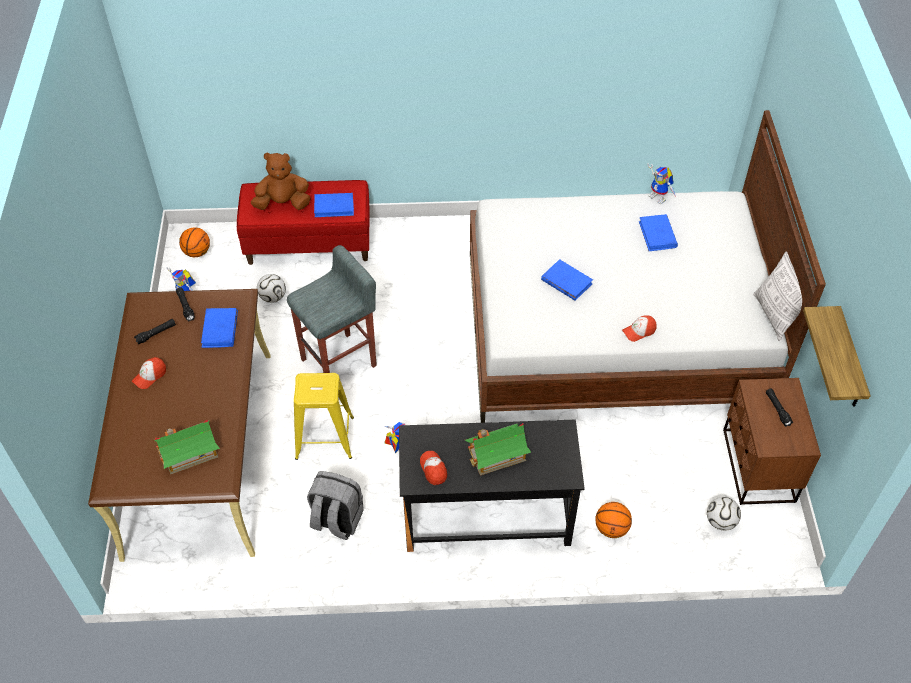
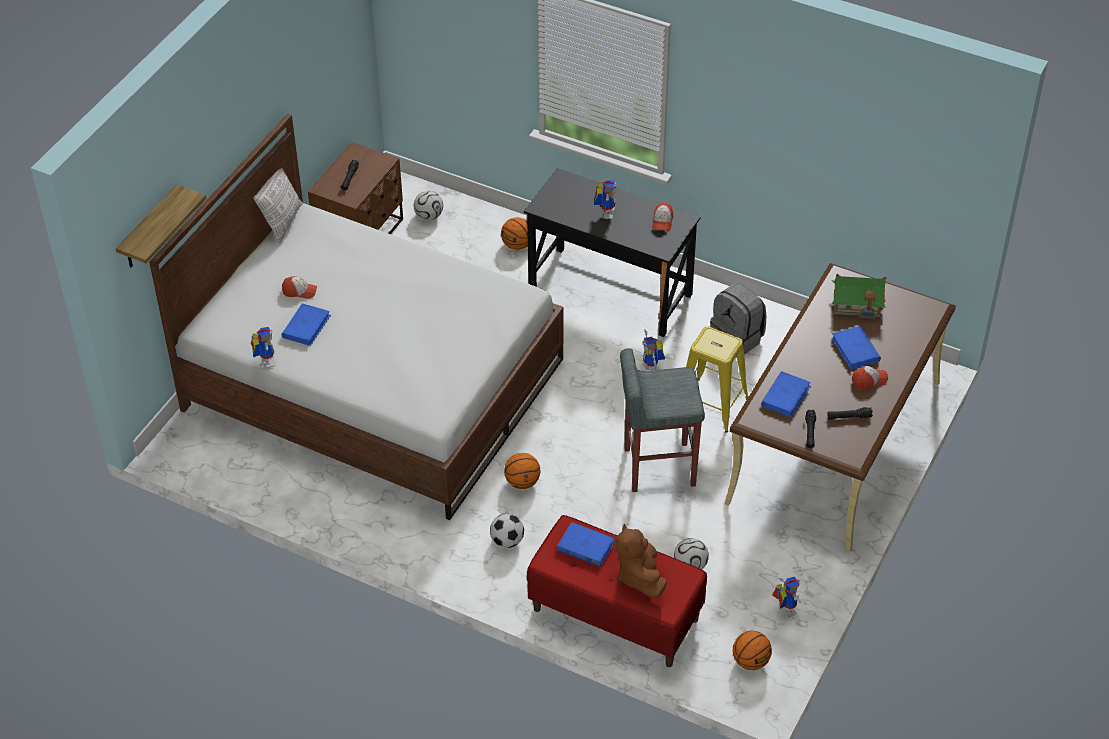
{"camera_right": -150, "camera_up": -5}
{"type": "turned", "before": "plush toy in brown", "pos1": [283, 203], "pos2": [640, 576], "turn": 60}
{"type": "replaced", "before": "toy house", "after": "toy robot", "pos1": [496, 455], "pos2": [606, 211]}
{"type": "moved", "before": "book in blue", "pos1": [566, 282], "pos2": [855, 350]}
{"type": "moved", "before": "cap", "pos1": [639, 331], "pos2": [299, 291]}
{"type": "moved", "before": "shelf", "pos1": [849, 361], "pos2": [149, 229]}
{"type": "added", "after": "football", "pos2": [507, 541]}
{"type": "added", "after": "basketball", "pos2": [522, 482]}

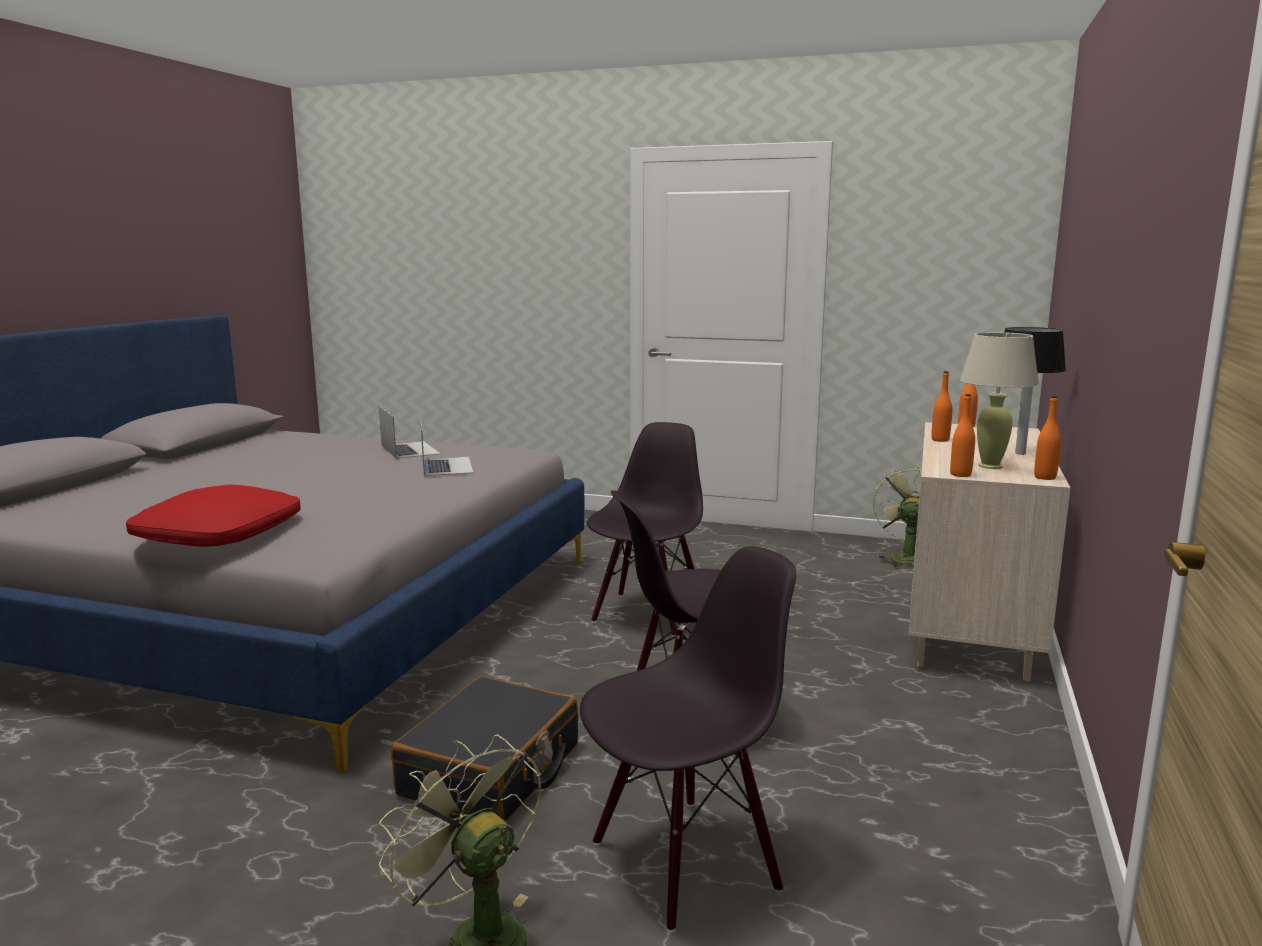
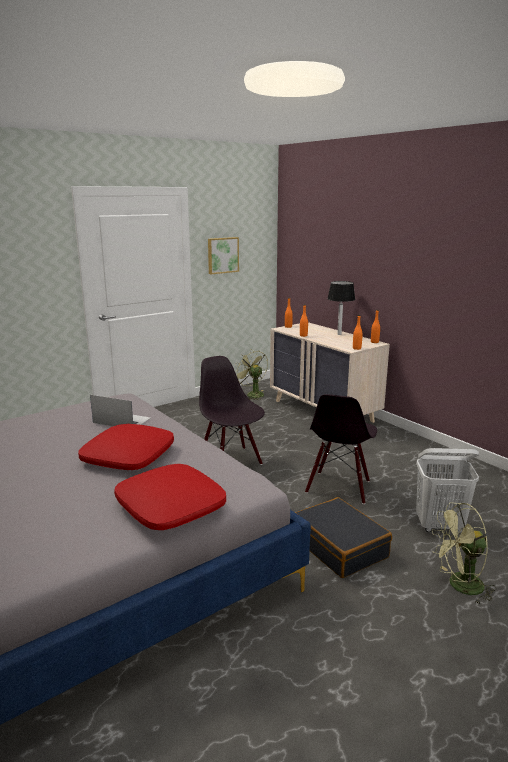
{"camera_right": -55, "camera_up": 5}
{"type": "removed", "before": "laptop", "pos1": [410, 449]}
{"type": "replaced", "before": "chair in black", "after": "laundry basket in white", "pos1": [684, 862], "pos2": [440, 526]}
{"type": "removed", "before": "table lamp in beige", "pos1": [990, 466]}
{"type": "added", "after": "pillow in red", "pos2": [128, 456]}
{"type": "added", "after": "picture", "pos2": [222, 255]}

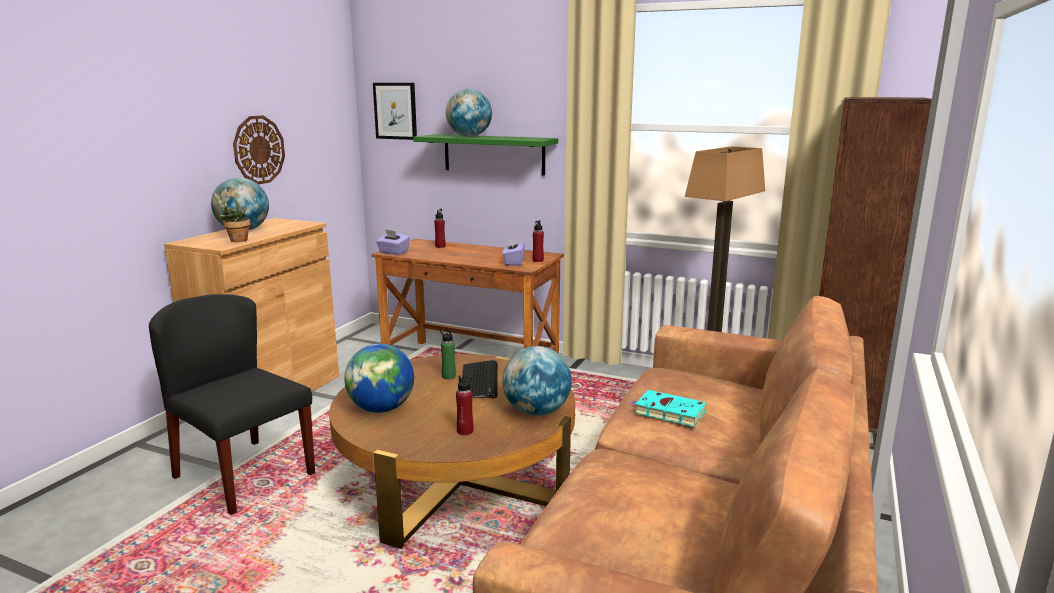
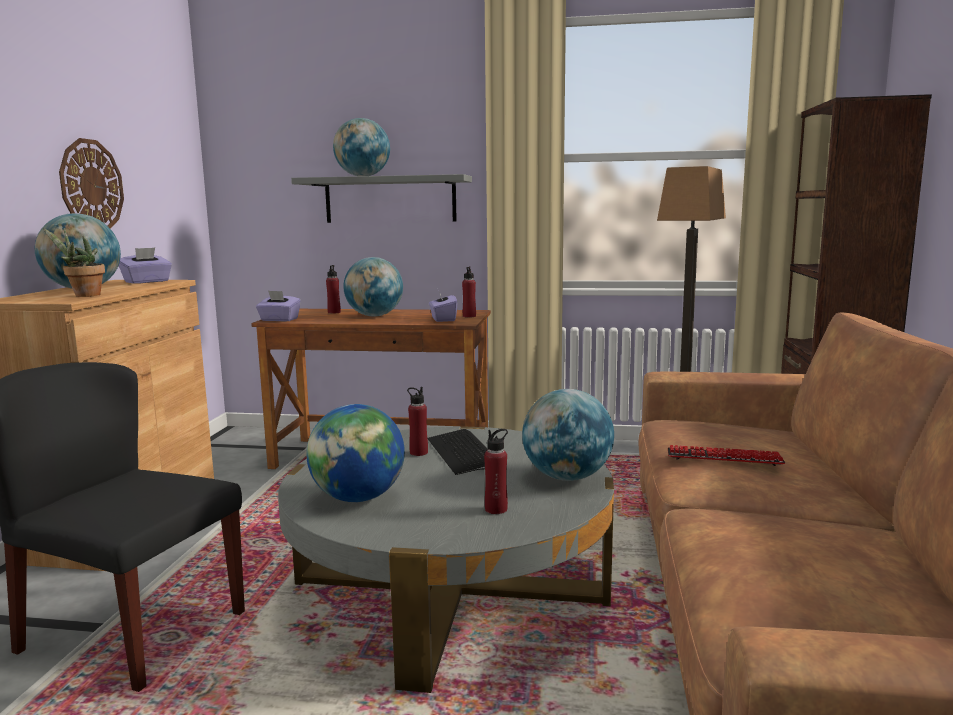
{"camera_right": -15, "camera_up": -5}
{"type": "recoloured", "before": "coffee table in brown", "after": "coffee table in grey", "pos1": [456, 479], "pos2": [450, 589]}
{"type": "removed", "before": "picture", "pos1": [395, 111]}
{"type": "recoloured", "before": "shelf in green", "after": "shelf in grey", "pos1": [493, 154], "pos2": [390, 200]}
{"type": "recoloured", "before": "bottle in green", "after": "bottle in red", "pos1": [448, 376], "pos2": [418, 452]}
{"type": "replaced", "before": "book in turquoise", "after": "keyboard", "pos1": [667, 412], "pos2": [724, 458]}
{"type": "added", "after": "tissue box in purple", "pos2": [147, 282]}
{"type": "added", "after": "globe", "pos2": [374, 316]}

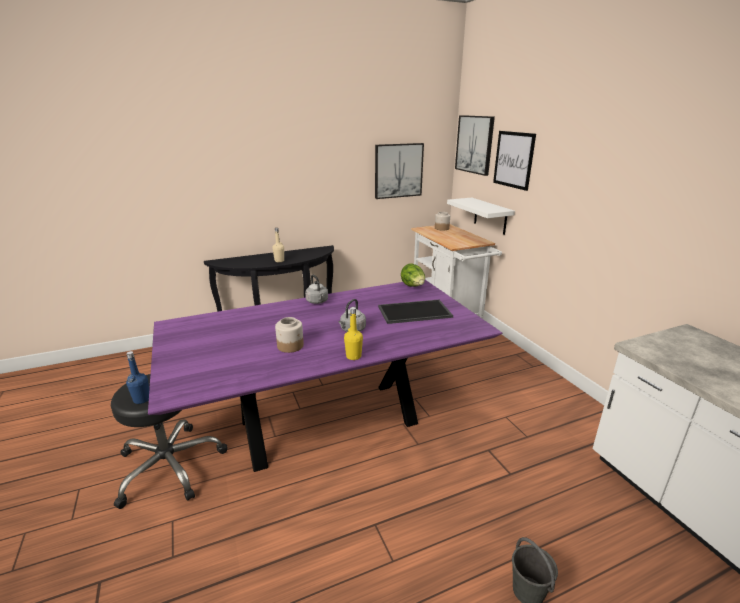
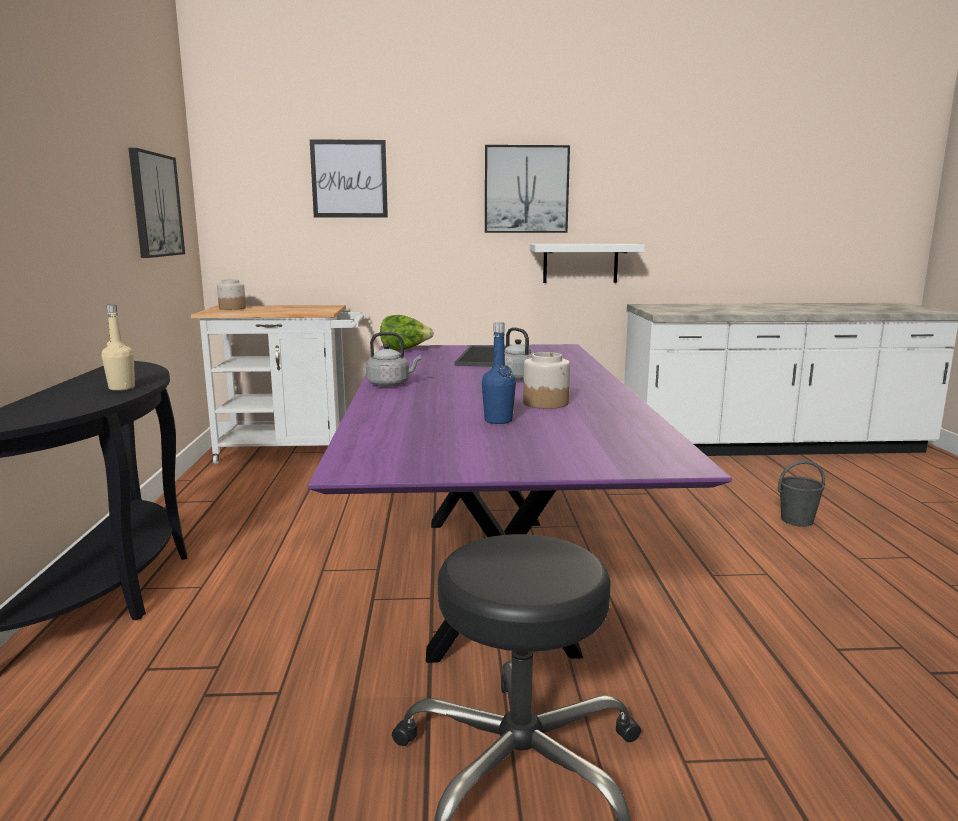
{"camera_right": -70, "camera_up": -10}
{"type": "moved", "before": "bottle in blue", "pos1": [142, 399], "pos2": [498, 420]}
{"type": "removed", "before": "bottle in yellow", "pos1": [353, 356]}
{"type": "moved", "before": "shelf in white", "pos1": [490, 216], "pos2": [580, 263]}
{"type": "moved", "before": "picture", "pos1": [474, 144], "pos2": [526, 189]}

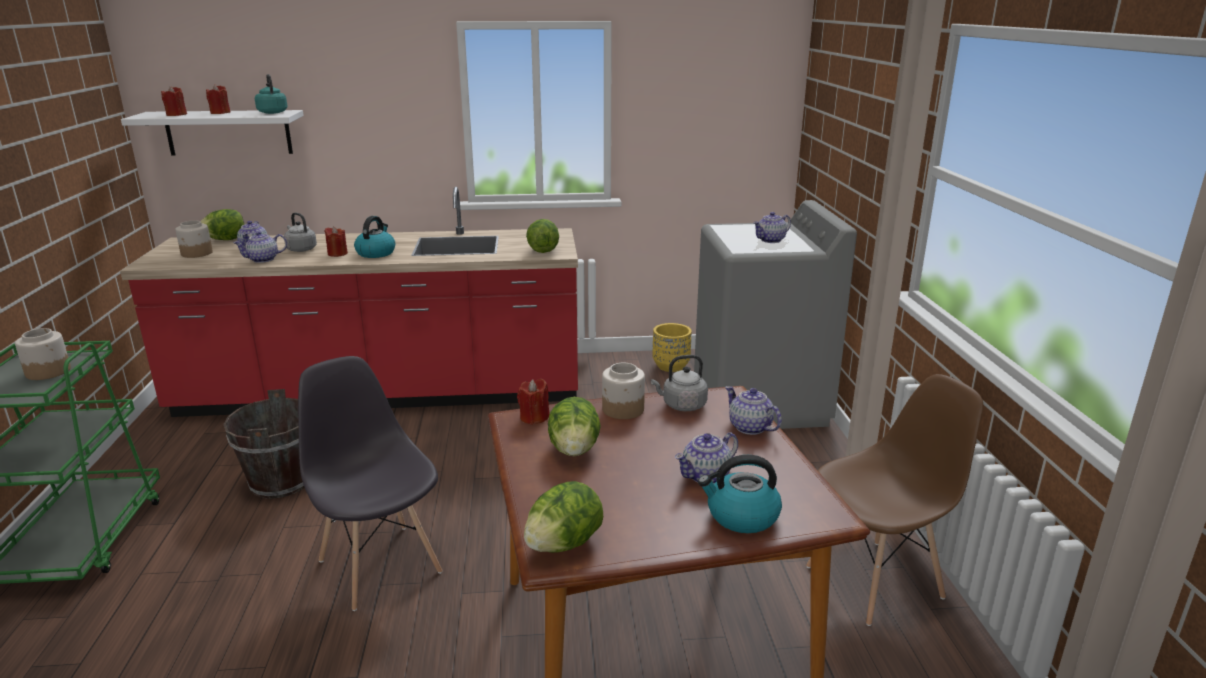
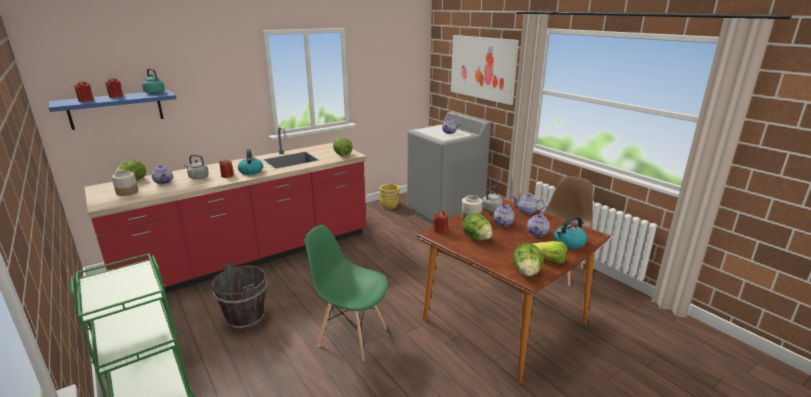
{"camera_right": -30, "camera_up": 0}
{"type": "removed", "before": "jar", "pos1": [48, 371]}
{"type": "recoloured", "before": "shelf in white", "after": "shelf in blue", "pos1": [228, 132], "pos2": [116, 109]}
{"type": "moved", "before": "teapot", "pos1": [263, 259], "pos2": [503, 223]}
{"type": "recoloured", "before": "chair in grey", "after": "chair in green", "pos1": [380, 565], "pos2": [351, 336]}
{"type": "added", "after": "picture", "pos2": [482, 68]}
{"type": "added", "after": "lettuce", "pos2": [545, 260]}

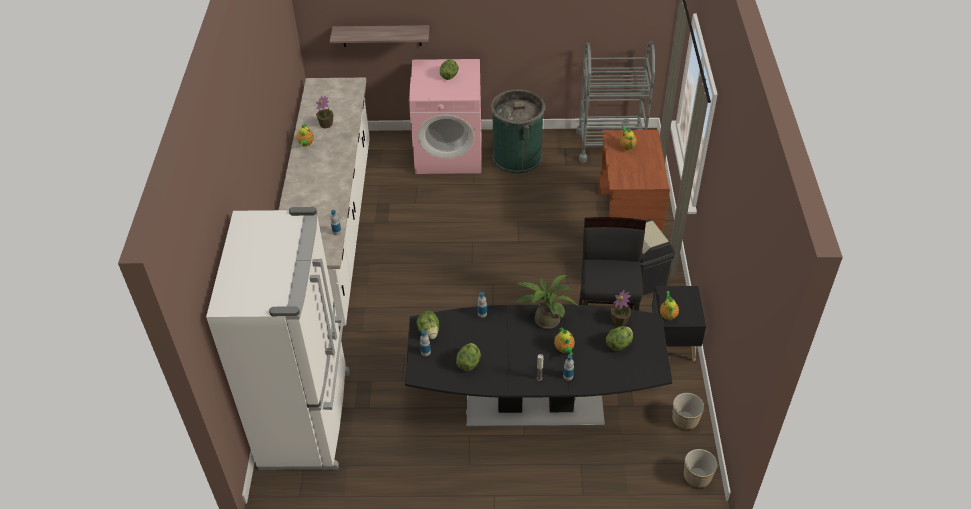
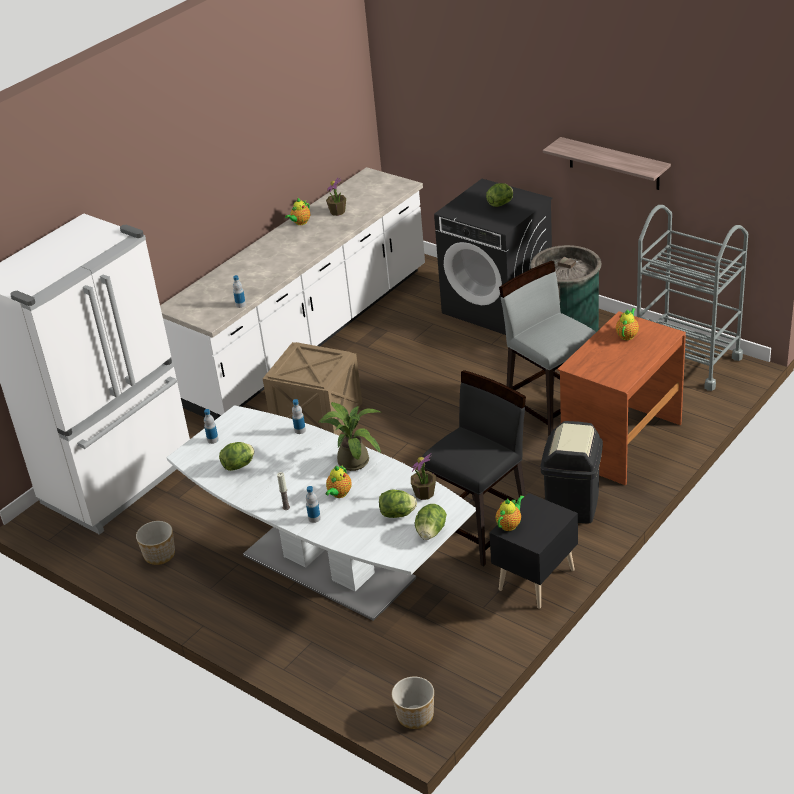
{"camera_right": 40, "camera_up": -10}
{"type": "moved", "before": "shelf", "pos1": [381, 35], "pos2": [614, 164]}
{"type": "recoloured", "before": "dining table in black", "after": "dining table in white", "pos1": [535, 403], "pos2": [328, 567]}
{"type": "recoloured", "before": "washing machine in pink", "after": "washing machine in black", "pos1": [449, 153], "pos2": [498, 306]}
{"type": "moved", "before": "lettuce", "pos1": [429, 332], "pos2": [431, 533]}
{"type": "moved", "before": "planter", "pos1": [684, 419], "pos2": [159, 555]}
{"type": "added", "after": "crate", "pos2": [316, 417]}
{"type": "added", "after": "stool in grey", "pos2": [550, 410]}

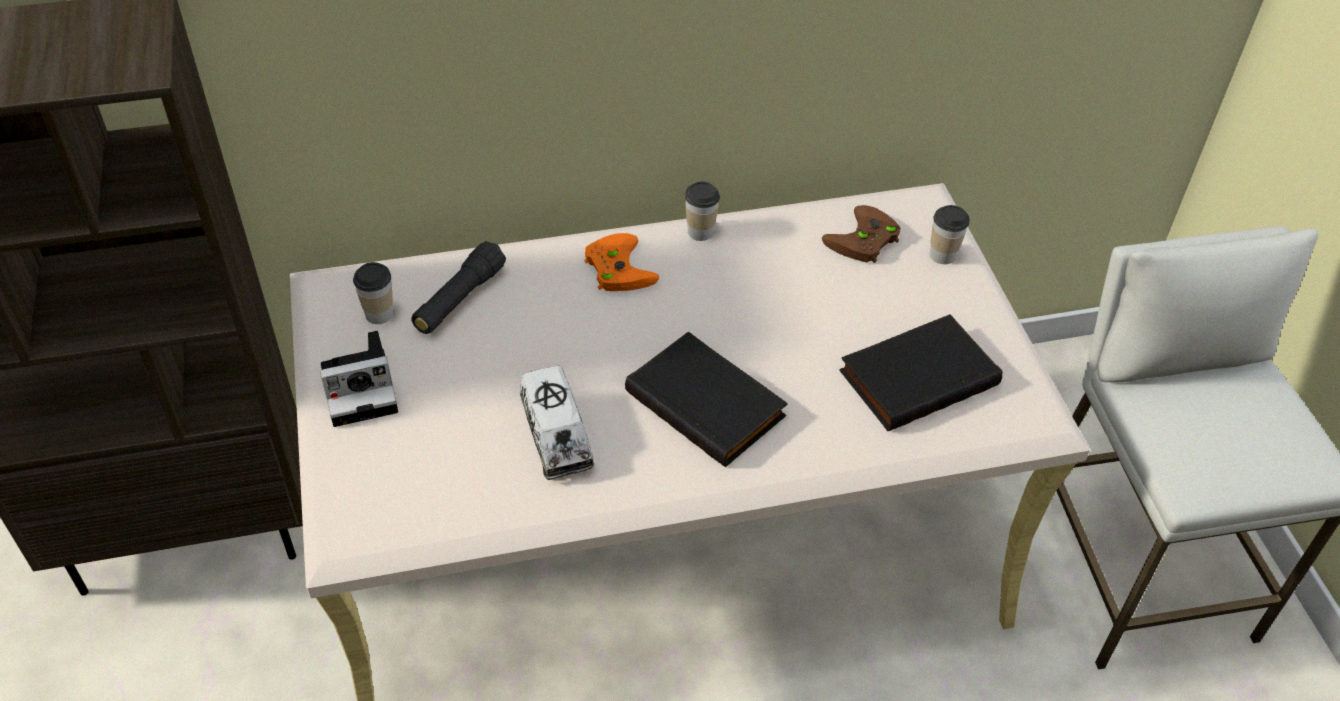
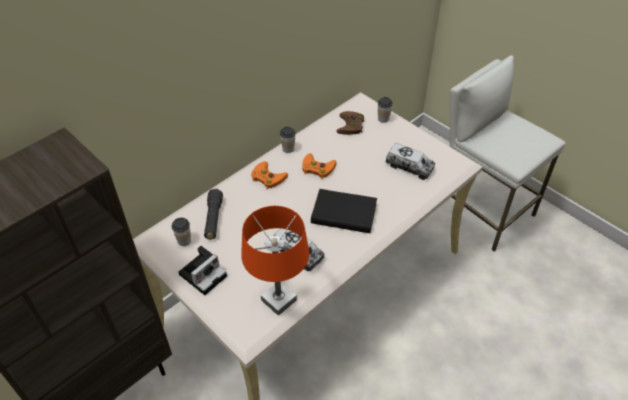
{"camera_right": -30, "camera_up": 0}
{"type": "replaced", "before": "book in black", "after": "toy truck", "pos1": [917, 376], "pos2": [409, 167]}
{"type": "added", "after": "table lamp in orange", "pos2": [279, 300]}
{"type": "added", "after": "game controller in orange", "pos2": [316, 168]}

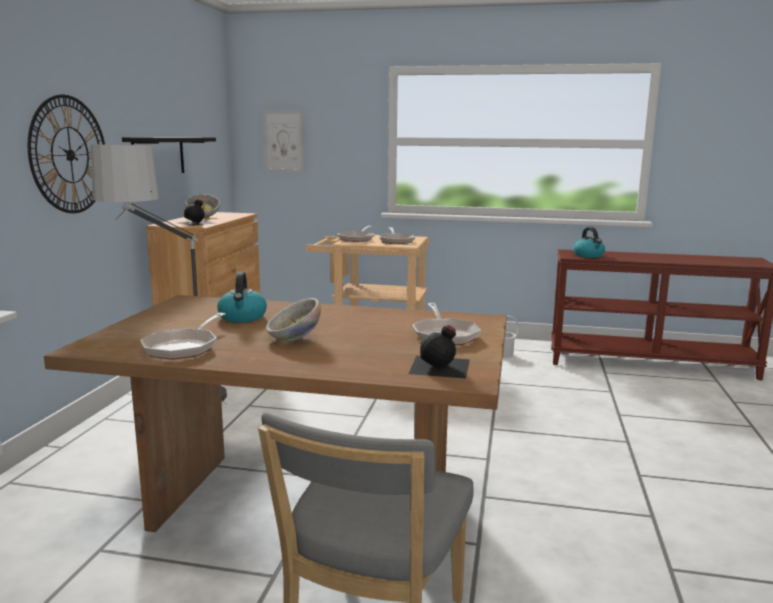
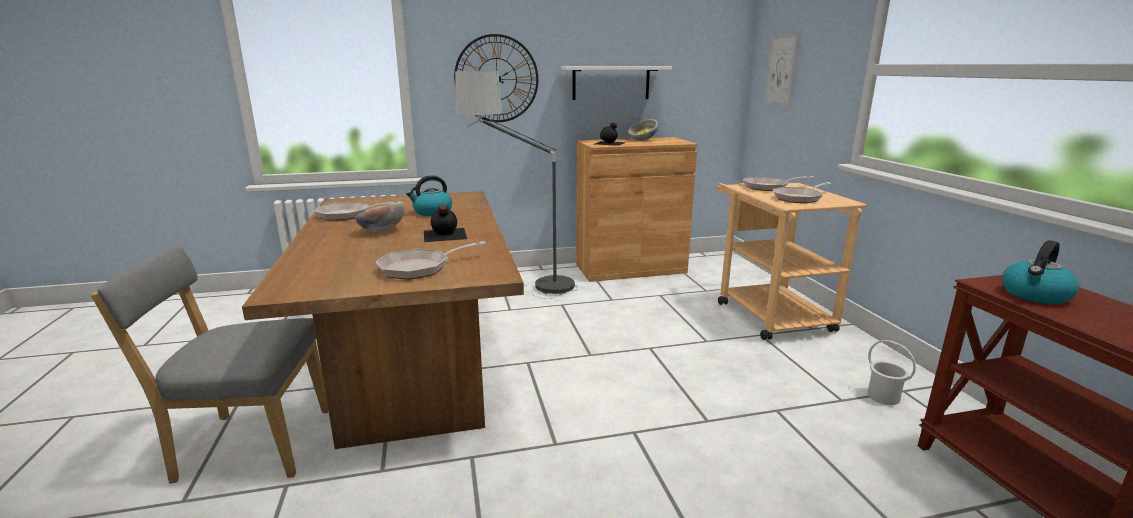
{"camera_right": 65, "camera_up": 5}
{"type": "recoloured", "before": "shelf in black", "after": "shelf in white", "pos1": [158, 156], "pos2": [611, 82]}
{"type": "moved", "before": "bottle in black", "pos1": [440, 367], "pos2": [444, 235]}

